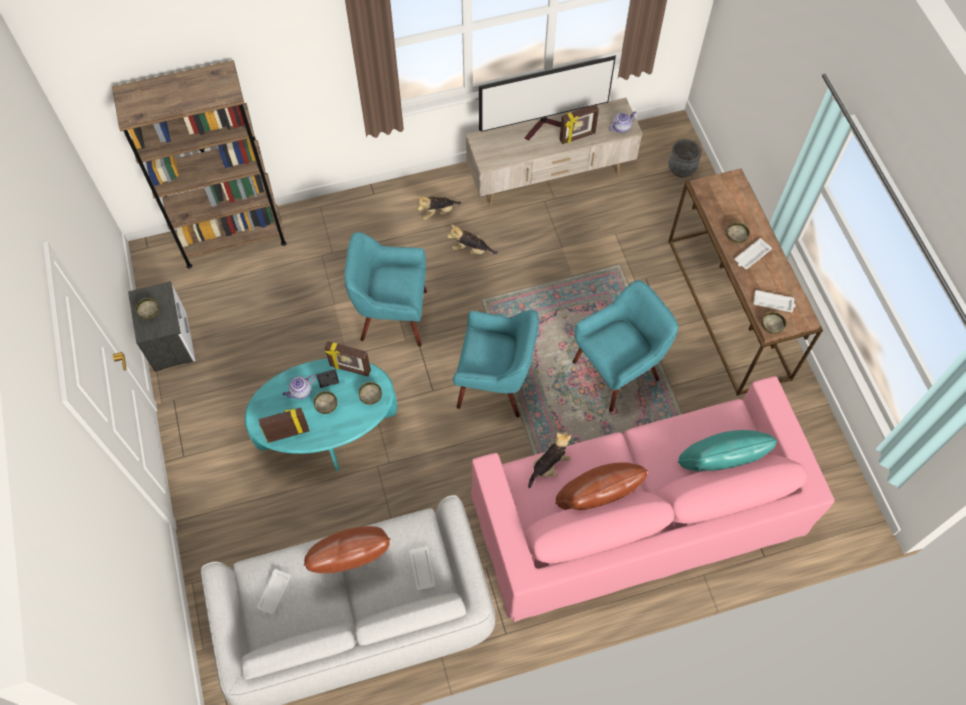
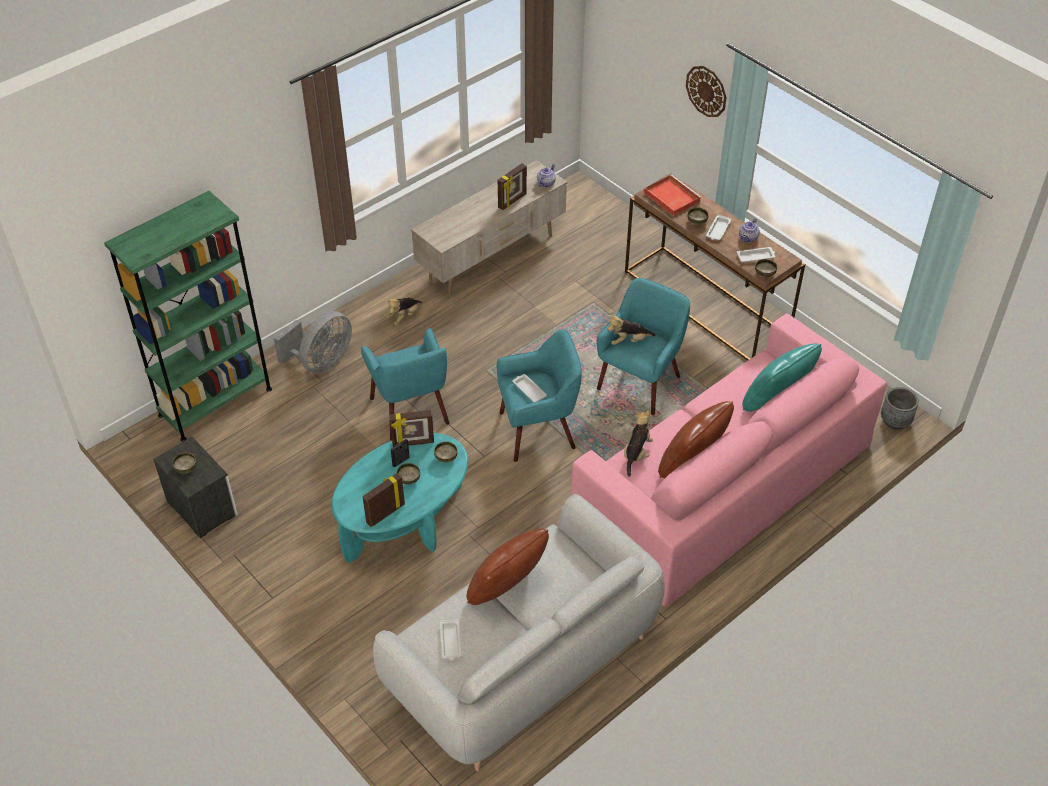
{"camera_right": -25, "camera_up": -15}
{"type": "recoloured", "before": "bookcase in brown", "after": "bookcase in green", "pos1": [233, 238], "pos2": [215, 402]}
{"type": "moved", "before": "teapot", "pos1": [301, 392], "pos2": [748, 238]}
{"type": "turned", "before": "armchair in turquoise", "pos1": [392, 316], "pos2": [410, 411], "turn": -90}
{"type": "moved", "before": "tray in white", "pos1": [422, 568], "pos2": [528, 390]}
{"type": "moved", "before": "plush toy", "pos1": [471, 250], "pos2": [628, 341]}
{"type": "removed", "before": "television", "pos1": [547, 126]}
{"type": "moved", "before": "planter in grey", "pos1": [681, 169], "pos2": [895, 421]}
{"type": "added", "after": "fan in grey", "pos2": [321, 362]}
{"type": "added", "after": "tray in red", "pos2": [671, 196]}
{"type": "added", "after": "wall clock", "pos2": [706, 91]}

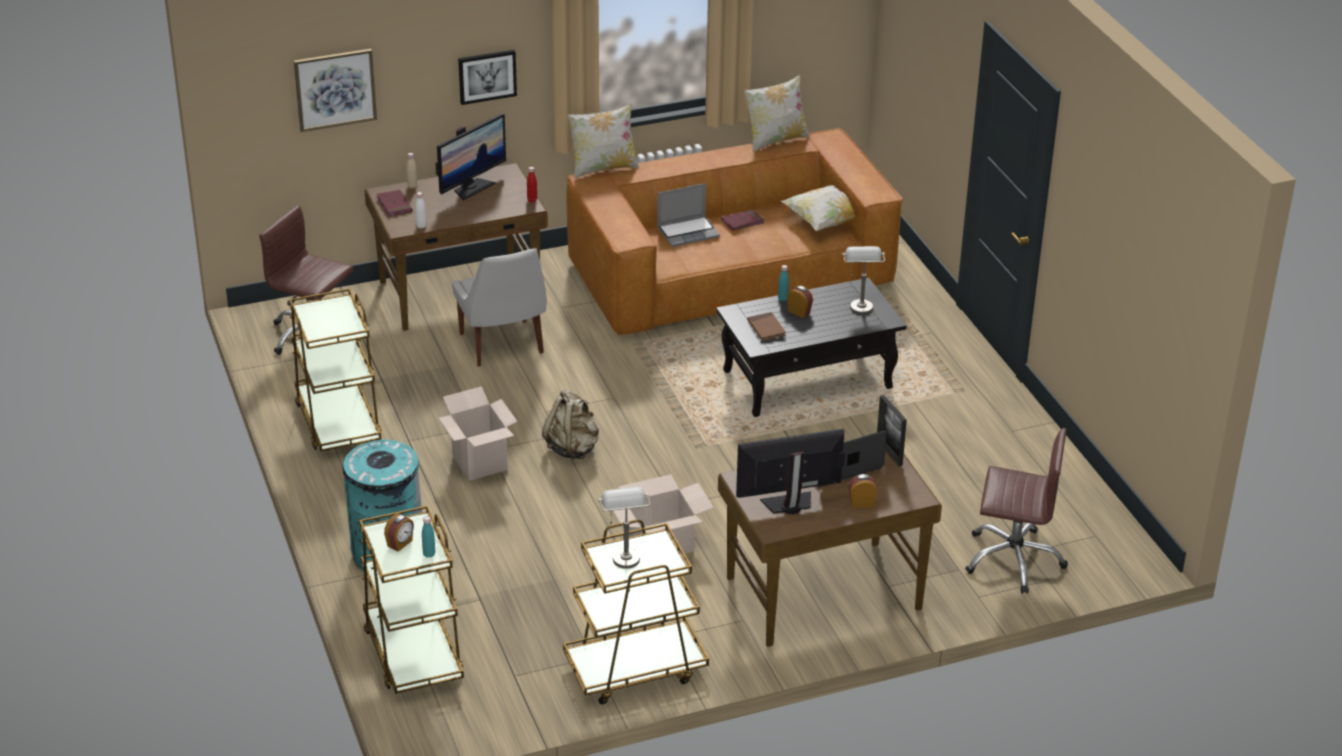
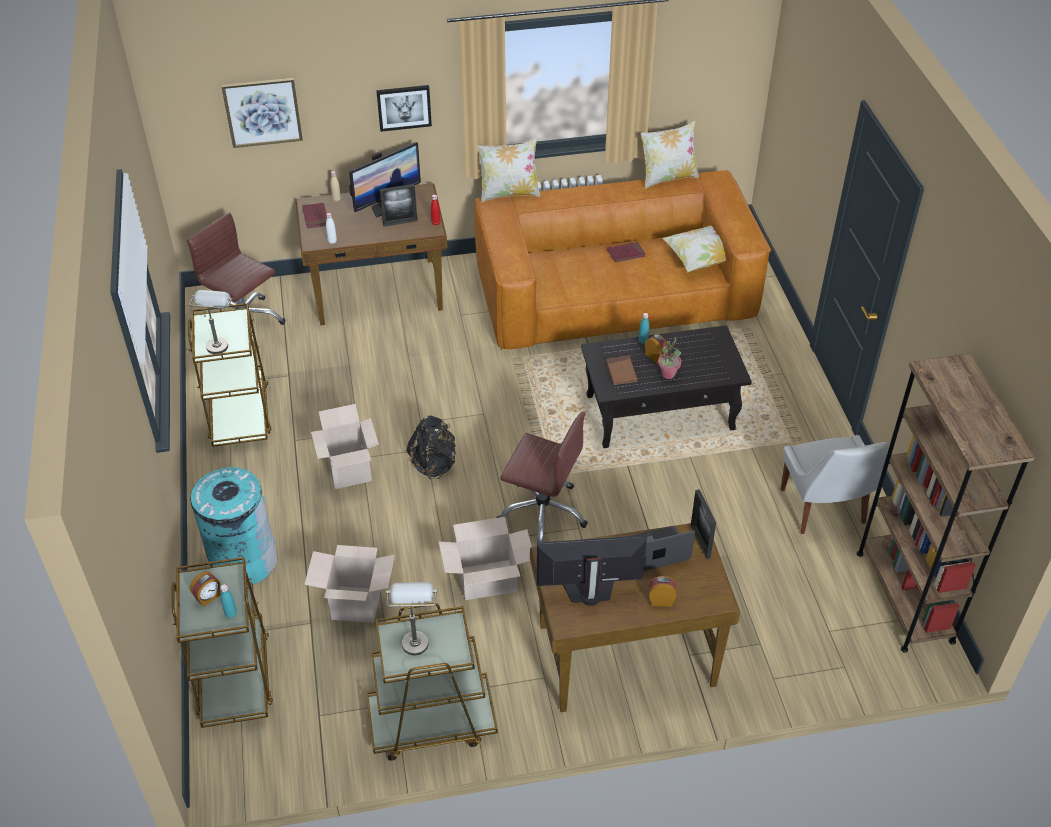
{"camera_right": 10, "camera_up": 10}
{"type": "moved", "before": "chair in white", "pos1": [502, 345], "pos2": [824, 509]}
{"type": "recoloured", "before": "backpack in beige", "after": "backpack in black", "pos1": [573, 448], "pos2": [434, 464]}
{"type": "removed", "before": "laptop", "pos1": [688, 232]}
{"type": "moved", "before": "table lamp in grey", "pos1": [859, 303], "pos2": [218, 341]}
{"type": "moved", "before": "office chair in brown", "pos1": [1013, 559], "pos2": [543, 512]}
{"type": "added", "after": "cardboard box", "pos2": [356, 604]}
{"type": "added", "after": "picture frame", "pos2": [400, 222]}
{"type": "added", "after": "potted plant", "pos2": [668, 374]}
{"type": "added", "after": "bookcase in brown", "pos2": [904, 596]}

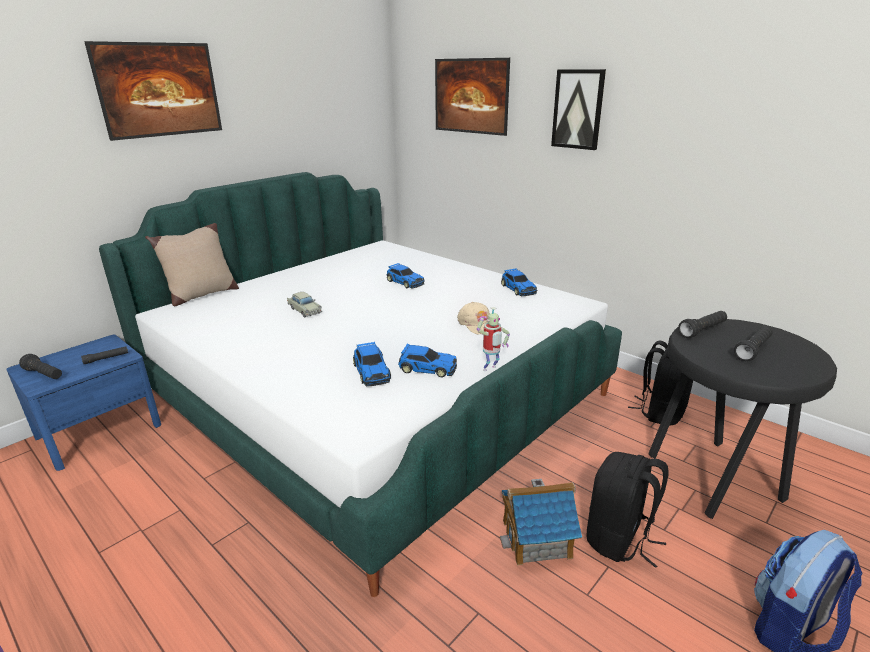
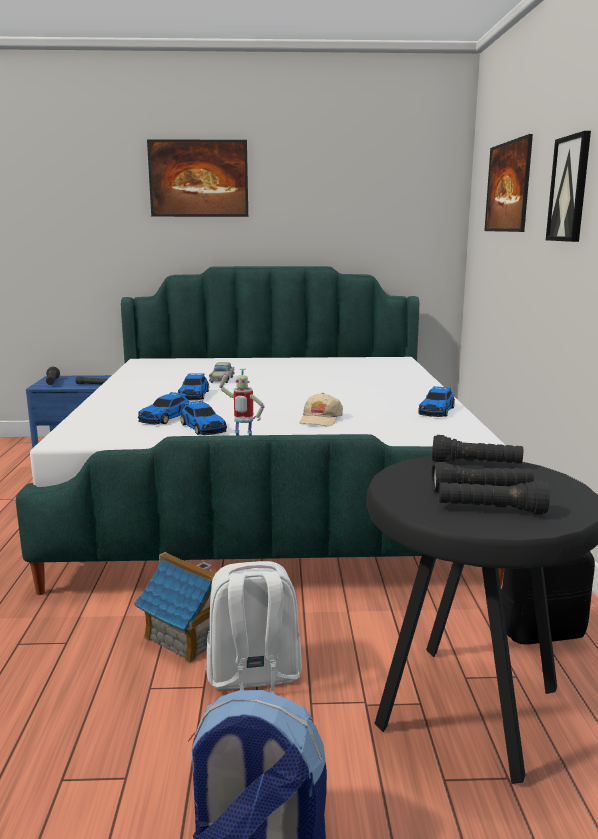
{"camera_right": 45, "camera_up": -10}
{"type": "removed", "before": "pillow in beige", "pos1": [201, 295]}
{"type": "moved", "before": "toy car", "pos1": [405, 282], "pos2": [194, 395]}
{"type": "recoloured", "before": "backpack in black", "after": "backpack in white", "pos1": [619, 539], "pos2": [253, 680]}
{"type": "added", "after": "flashlight in black", "pos2": [491, 510]}

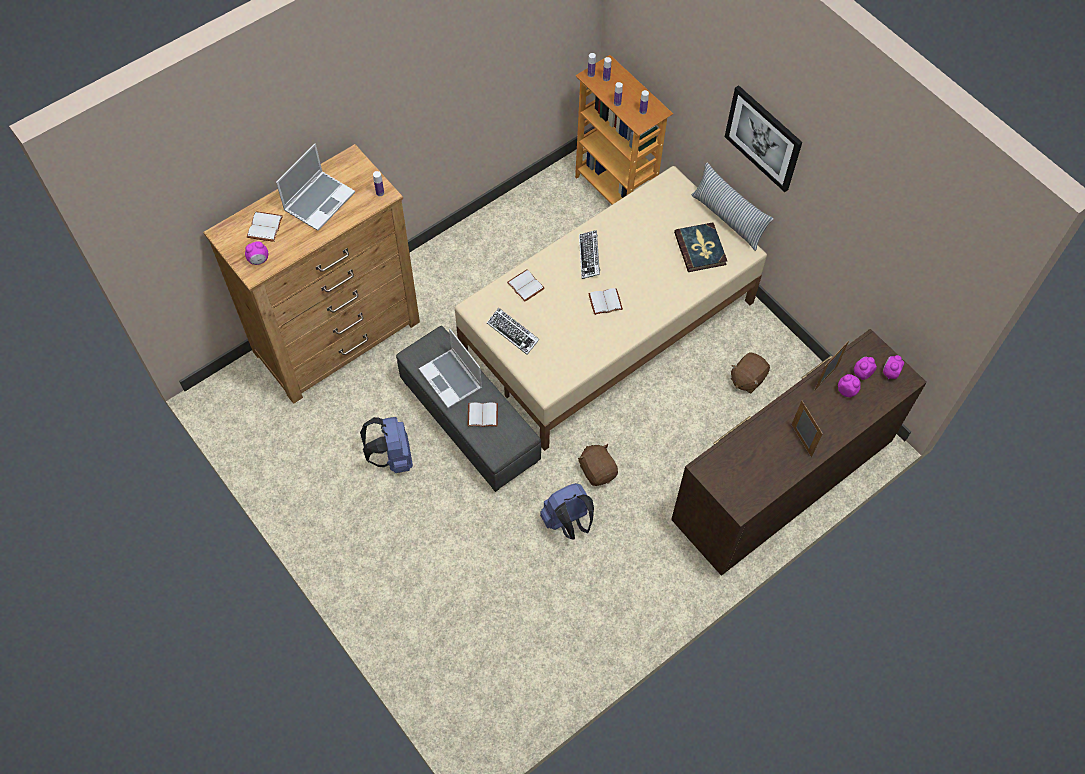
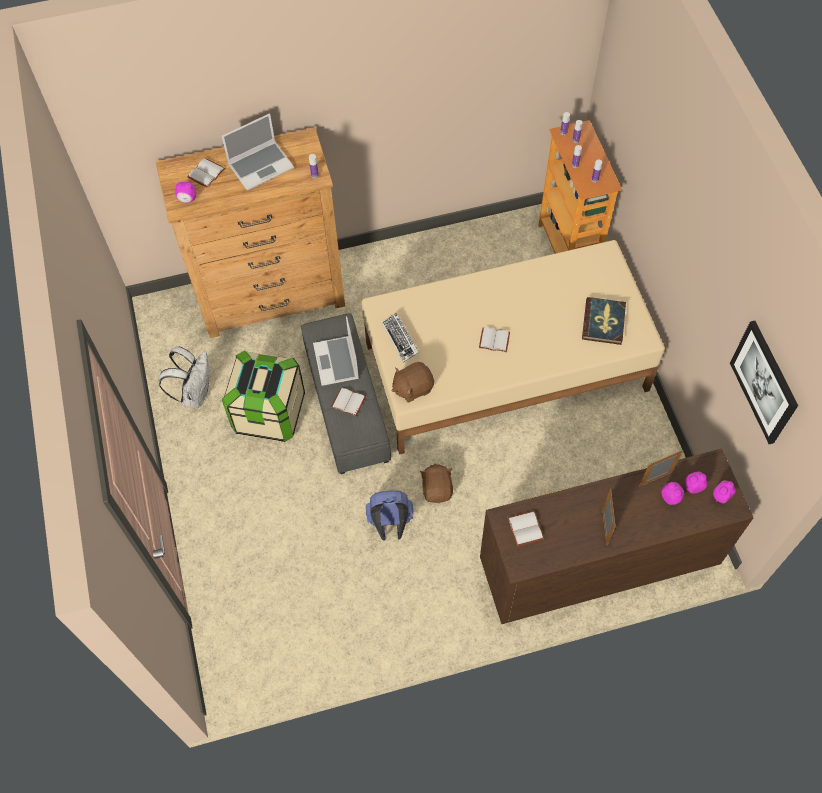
{"camera_right": 25, "camera_up": 0}
{"type": "replaced", "before": "backpack in blue", "after": "storage box", "pos1": [392, 457], "pos2": [269, 412]}
{"type": "moved", "before": "book in white", "pos1": [526, 286], "pos2": [526, 529]}
{"type": "removed", "before": "keyboard", "pos1": [589, 256]}
{"type": "removed", "before": "pillow", "pos1": [728, 219]}
{"type": "moved", "before": "picture", "pos1": [763, 138], "pos2": [764, 382]}
{"type": "moved", "before": "plush toy in brown", "pos1": [747, 378], "pos2": [413, 388]}
{"type": "added", "after": "backpack in white", "pos2": [195, 393]}

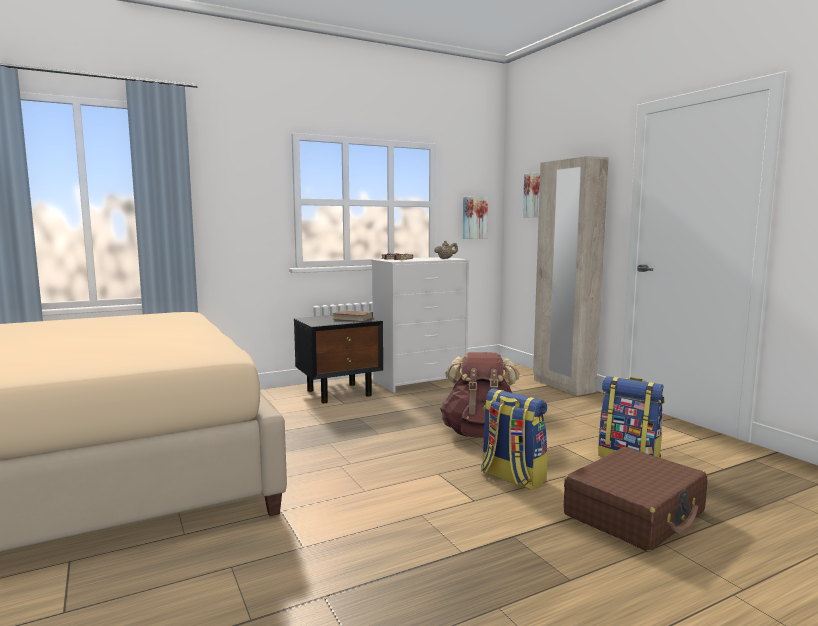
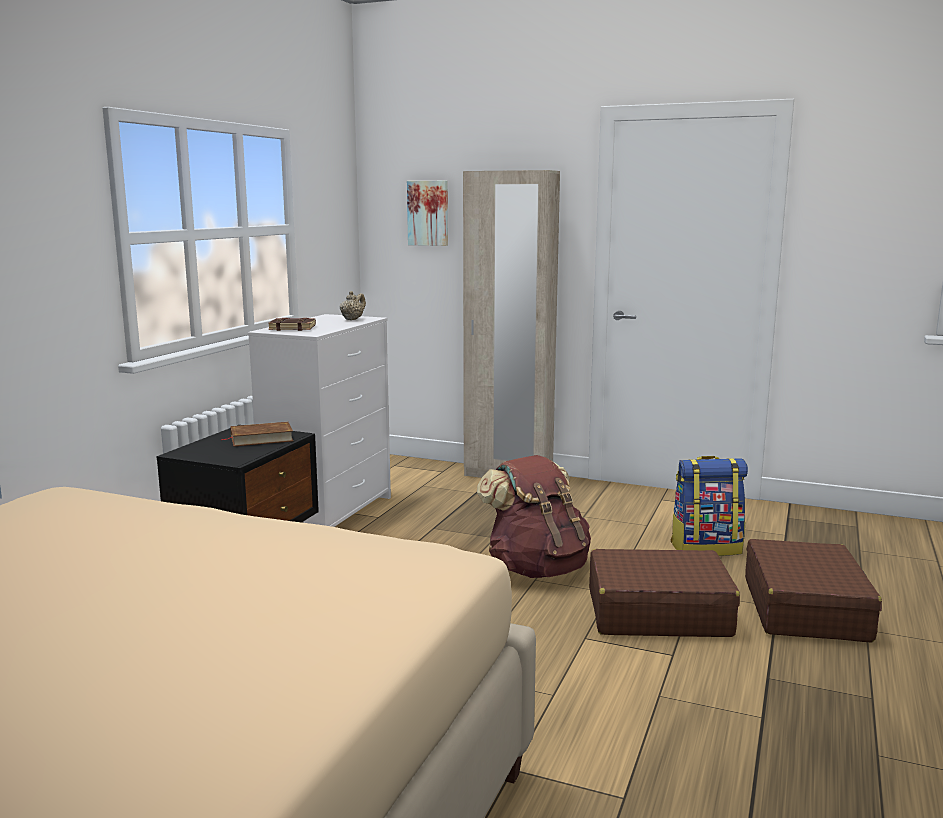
{"camera_right": -40, "camera_up": 5}
{"type": "removed", "before": "picture", "pos1": [474, 218]}
{"type": "replaced", "before": "backpack", "after": "suitcase in brown", "pos1": [511, 478], "pos2": [657, 612]}

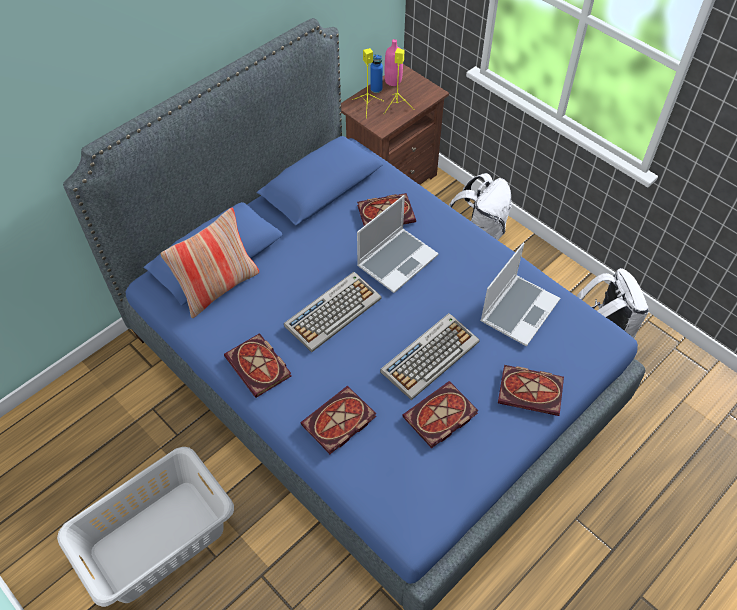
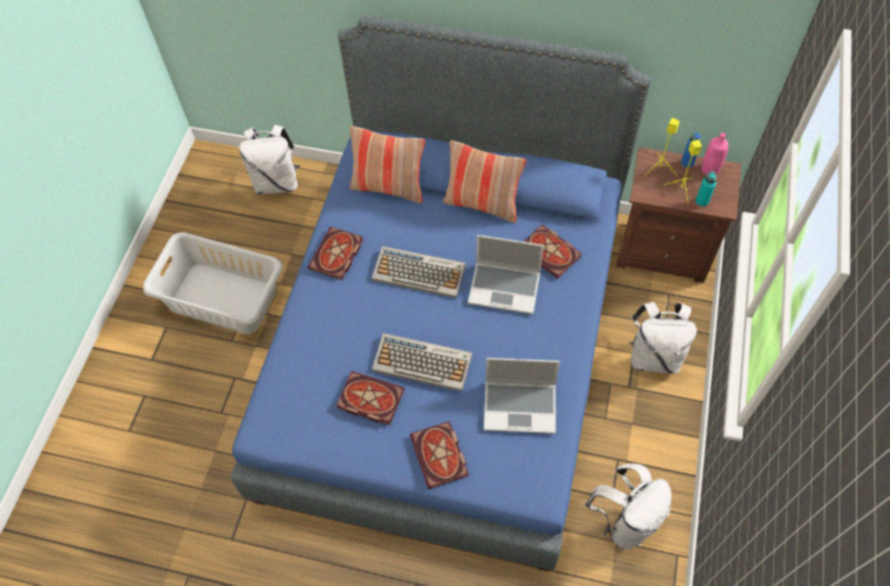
{"camera_right": 60, "camera_up": 5}
{"type": "removed", "before": "book", "pos1": [338, 423]}
{"type": "added", "after": "backpack in white", "pos2": [276, 182]}
{"type": "added", "after": "pillow", "pos2": [482, 204]}
{"type": "added", "after": "bottle in turquoise", "pos2": [702, 201]}

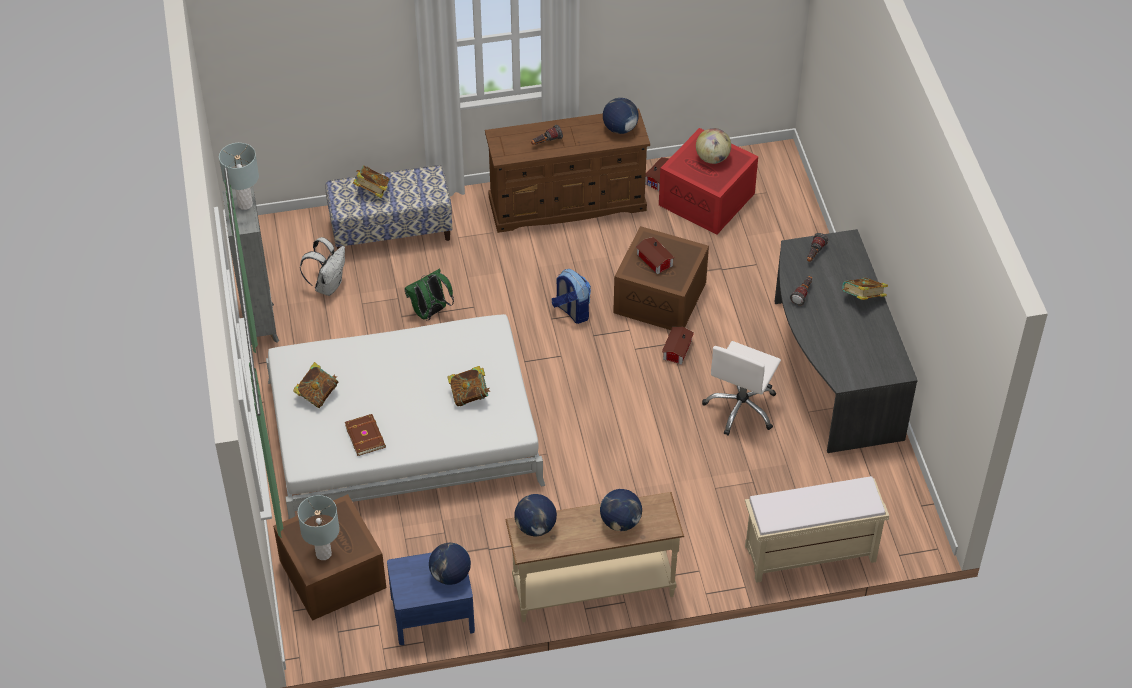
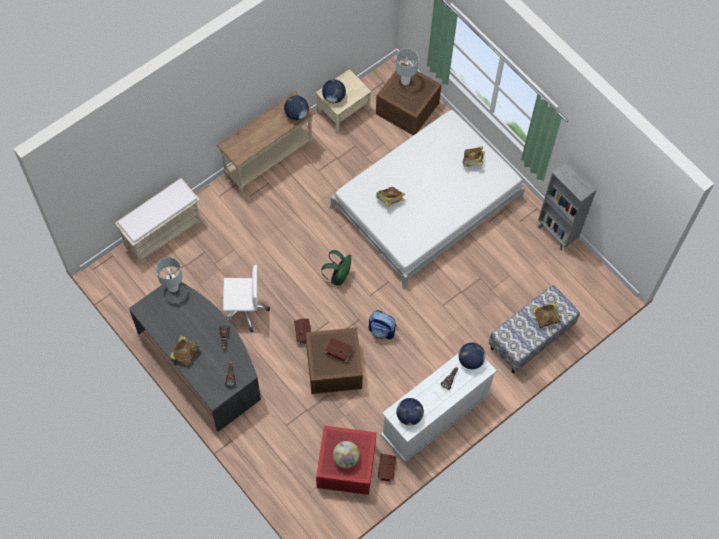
{"camera_right": 150, "camera_up": 15}
{"type": "moved", "before": "table lamp in grey", "pos1": [245, 204], "pos2": [173, 287]}
{"type": "removed", "before": "backpack in white", "pos1": [328, 285]}
{"type": "removed", "before": "book in brown", "pos1": [366, 436]}
{"type": "recoloured", "before": "nightstand in blue", "after": "nightstand in beige", "pos1": [432, 614], "pos2": [343, 111]}
{"type": "moved", "before": "backpack in green", "pos1": [430, 312], "pos2": [338, 276]}
{"type": "recoloured", "before": "dresser in brown", "after": "dresser in white", "pos1": [568, 203], "pos2": [434, 416]}
{"type": "moved", "before": "globe", "pos1": [620, 522], "pos2": [470, 360]}
{"type": "turned", "before": "office chair in white", "pos1": [741, 408], "pos2": [244, 310], "turn": 90}

